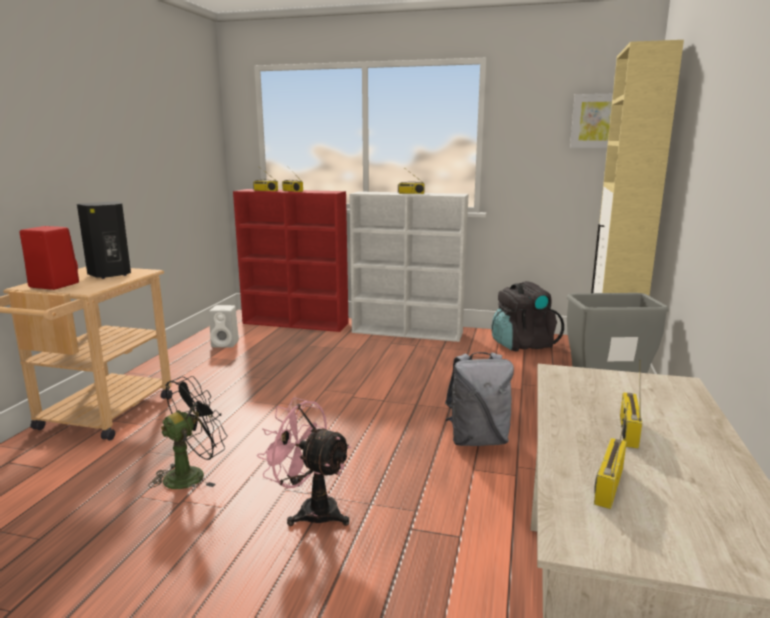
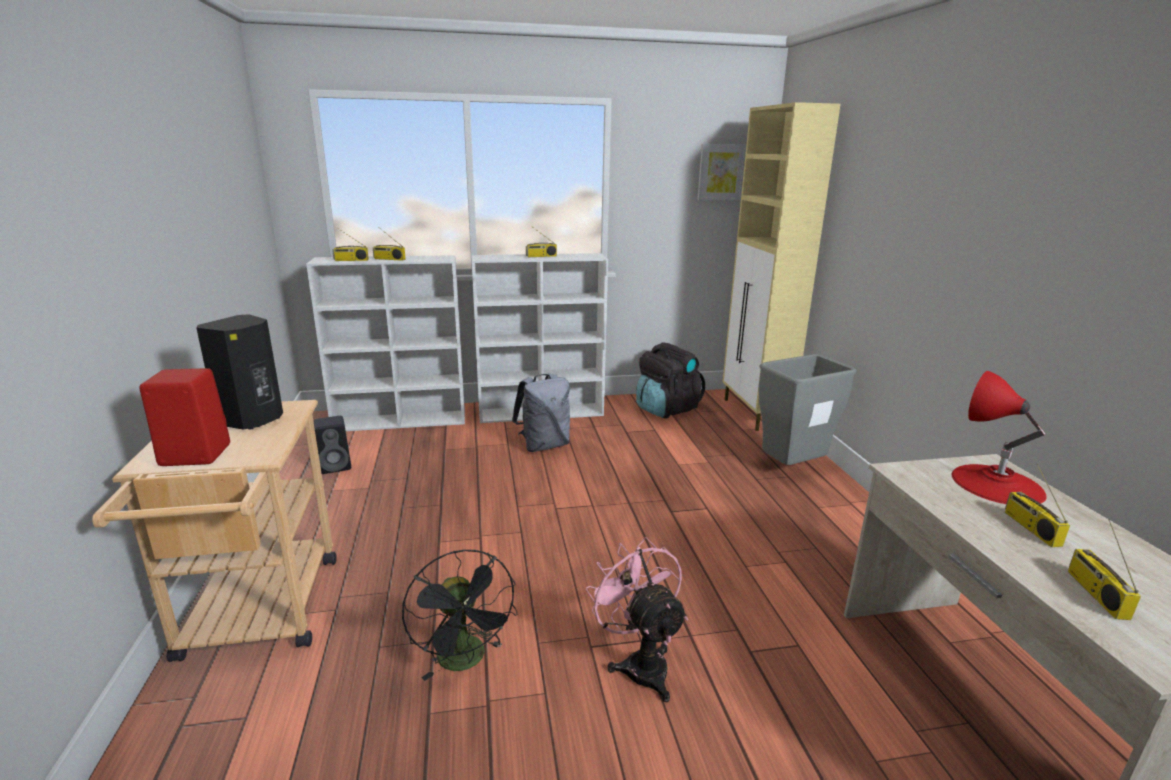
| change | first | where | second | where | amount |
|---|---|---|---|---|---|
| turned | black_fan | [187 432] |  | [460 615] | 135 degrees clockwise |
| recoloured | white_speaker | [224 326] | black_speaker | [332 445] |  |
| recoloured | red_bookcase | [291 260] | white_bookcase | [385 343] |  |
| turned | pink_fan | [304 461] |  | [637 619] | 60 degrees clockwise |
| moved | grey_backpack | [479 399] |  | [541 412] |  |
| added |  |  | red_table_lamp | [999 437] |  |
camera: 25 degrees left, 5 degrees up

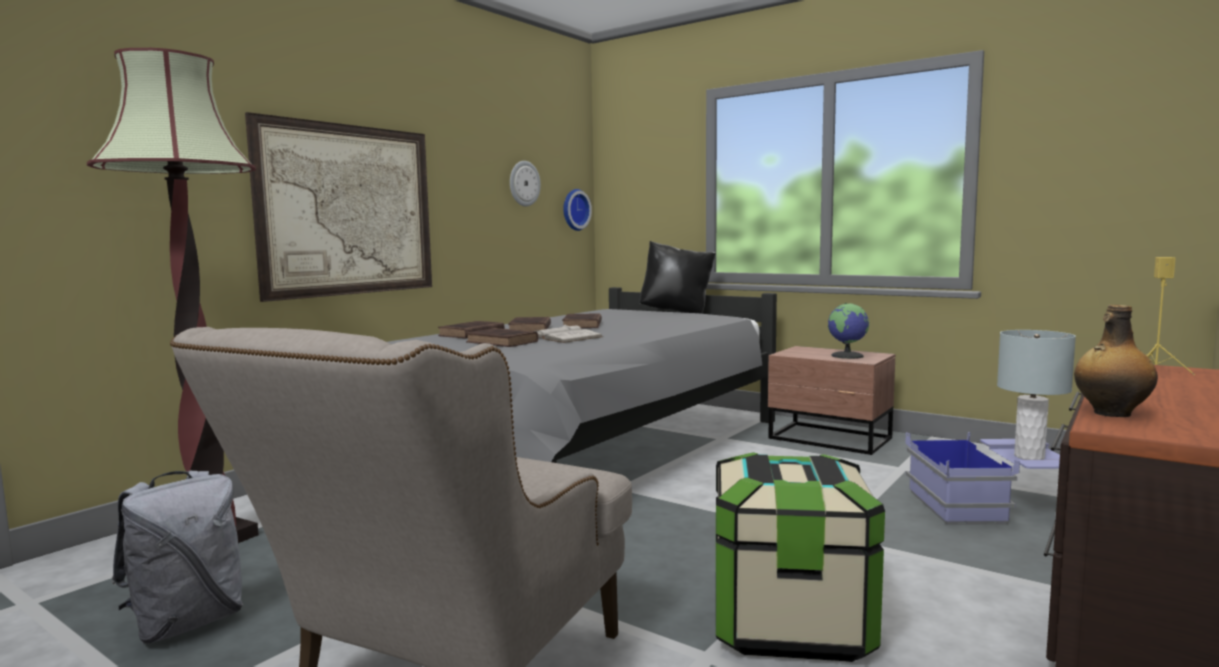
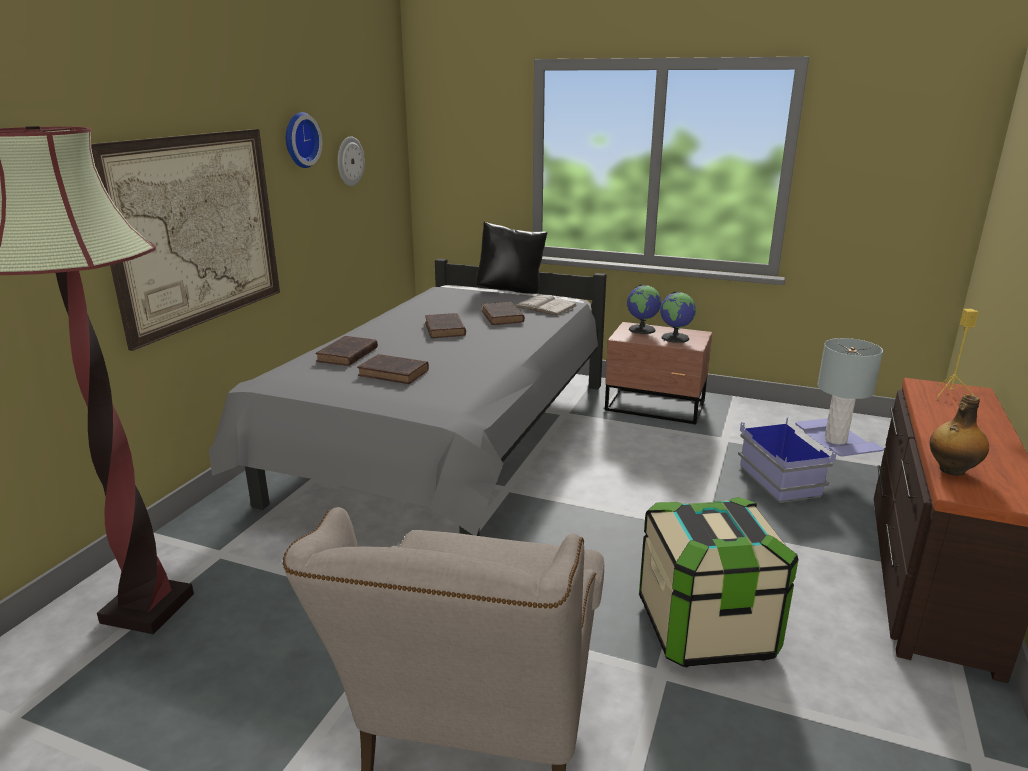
| change | first | where | second | where | amount |
|---|---|---|---|---|---|
| removed | grey_backpack | [177 557] |  |  |  |
| moved | brown_book | [529 324] |  | [503 313] |  |
| moved | white_book | [568 333] |  | [546 305] |  |
| moved | wall_clock | [577 210] |  | [304 140] |  |
| added |  |  | globe | [644 309] |  |
camera: 15 degrees left, 15 degrees up

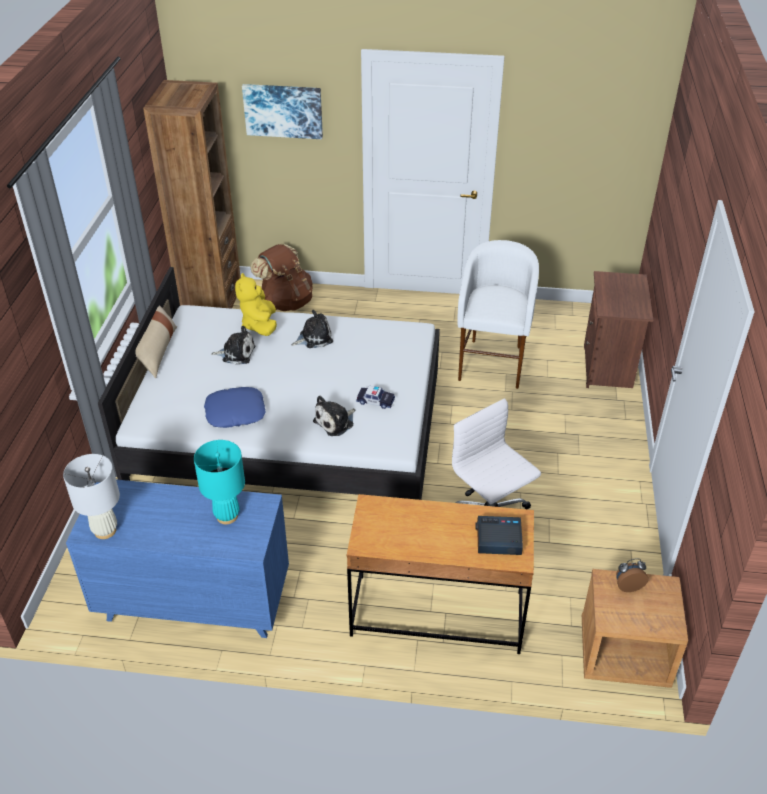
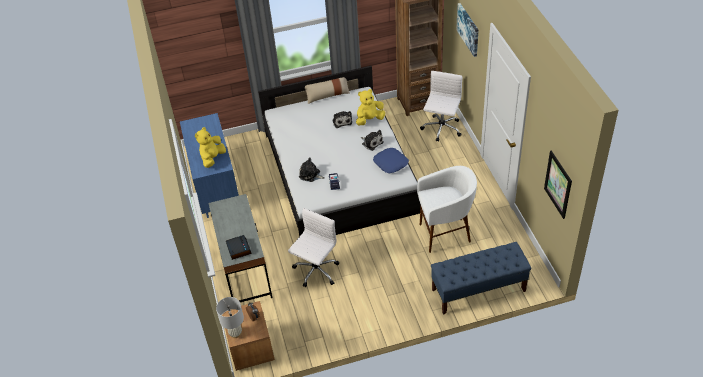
| change | first | where | second | where | amount |
|---|---|---|---|---|---|
| moved | white_table_lamp | [91 496] |  | [230 317] |  |
| replaced | turquoise_table_lamp | [219 482] | yellow_plush_toy | [210 147] |  |
| moved | blue_pillow | [234 407] |  | [391 160] |  |
| replaced | brown_backpack | [281 277] | white_office_chair | [441 106] |  |
| recoloured | brown_desk | [440 574] | grey_desk | [240 248] |  |
| replaced | brown_nightstand | [618 329] | blue_bench | [481 278] |  |
| added |  |  | picture | [558 185] |  |
camera: 70 degrees right, 5 degrees up

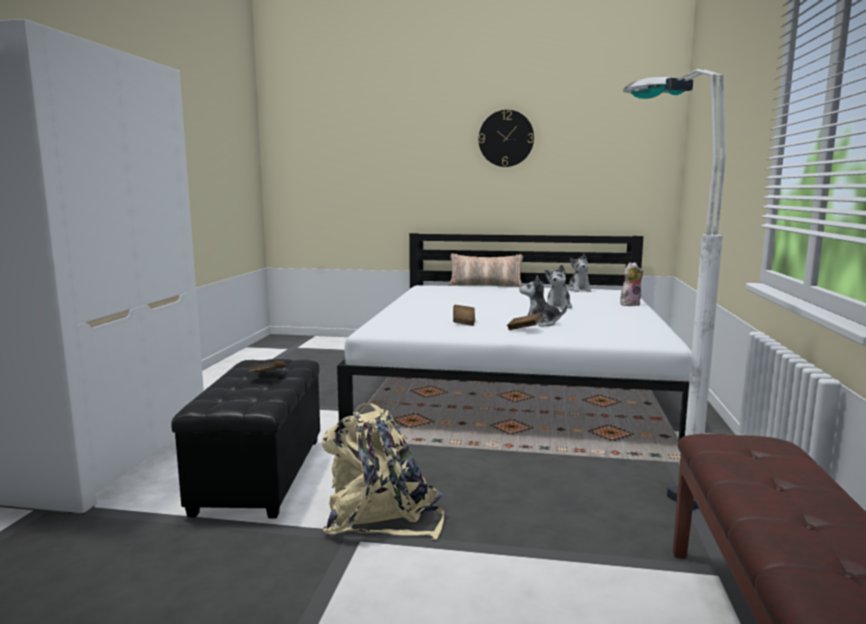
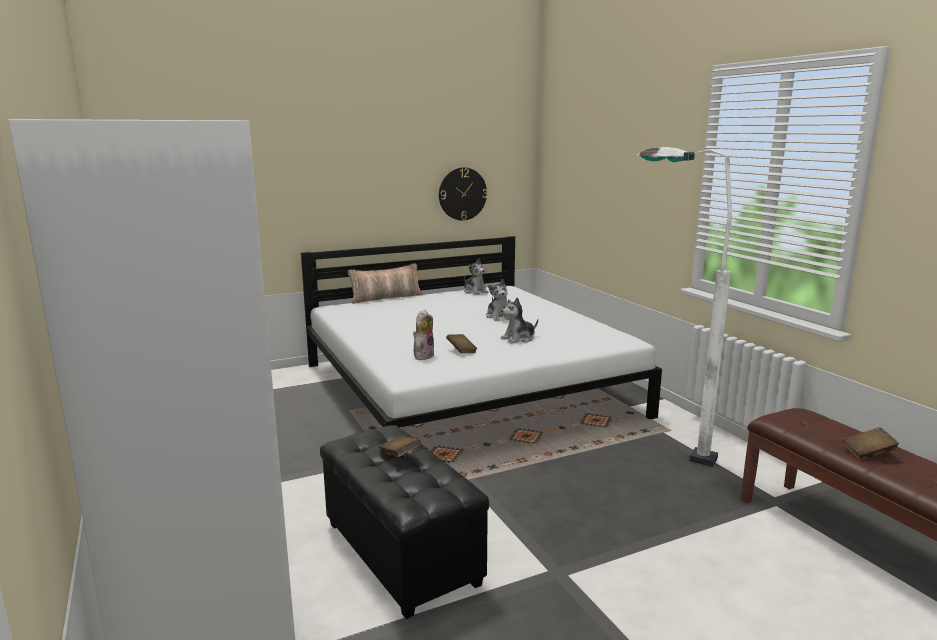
| change | first | where | second | where | amount |
|---|---|---|---|---|---|
| removed | beige_backpack | [383 471] |  |  |  |
| moved | wall_clock | [506 138] |  | [463 194] |  |
| moved | brown_book | [525 321] |  | [870 443] |  |
| moved | plush_toy | [631 284] |  | [424 334] |  |
camera: 35 degrees left, 5 degrees up

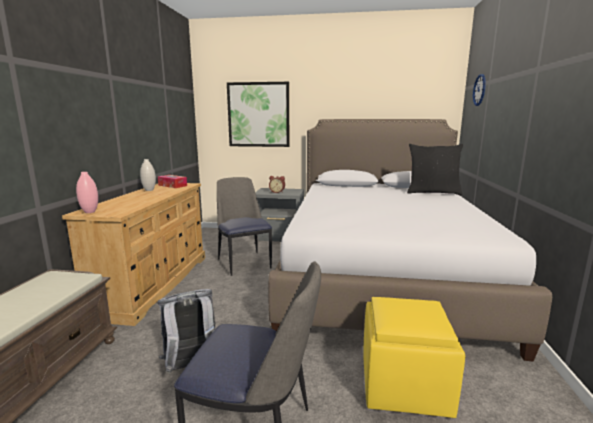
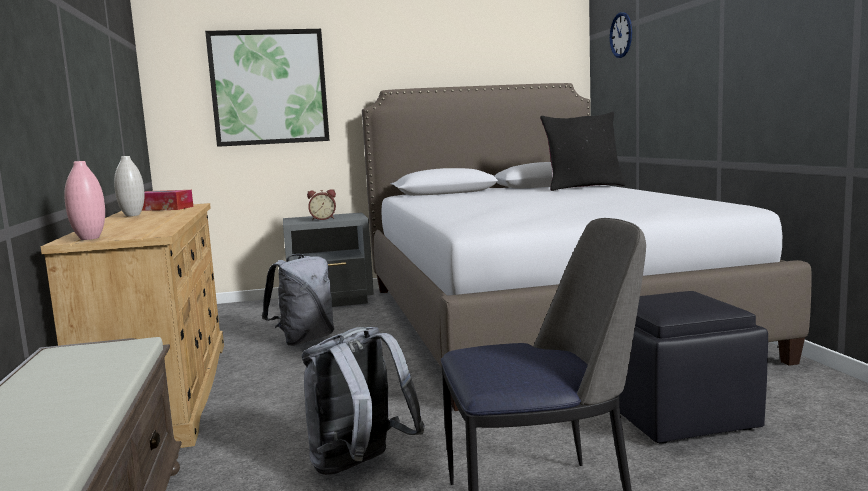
| change | first | where | second | where | amount |
|---|---|---|---|---|---|
| replaced | chair | [244 226] | grey_backpack | [298 300] |  |
| recoloured | yellow_ottoman | [414 357] | black_ottoman | [693 367] |  |
camera: 20 degrees left, 5 degrees down

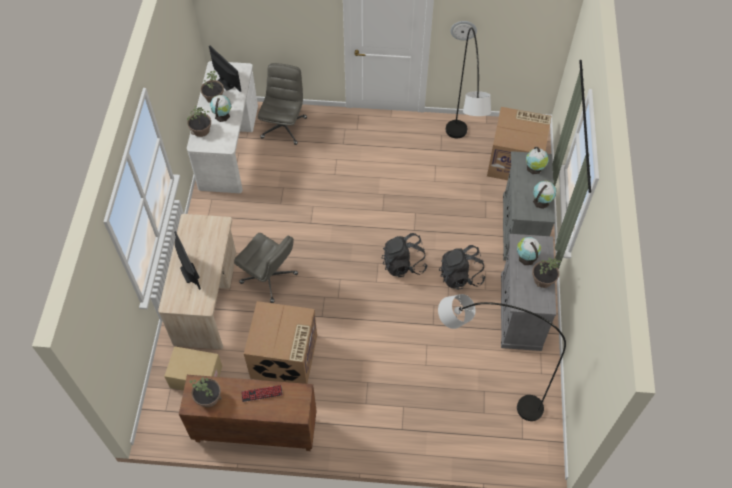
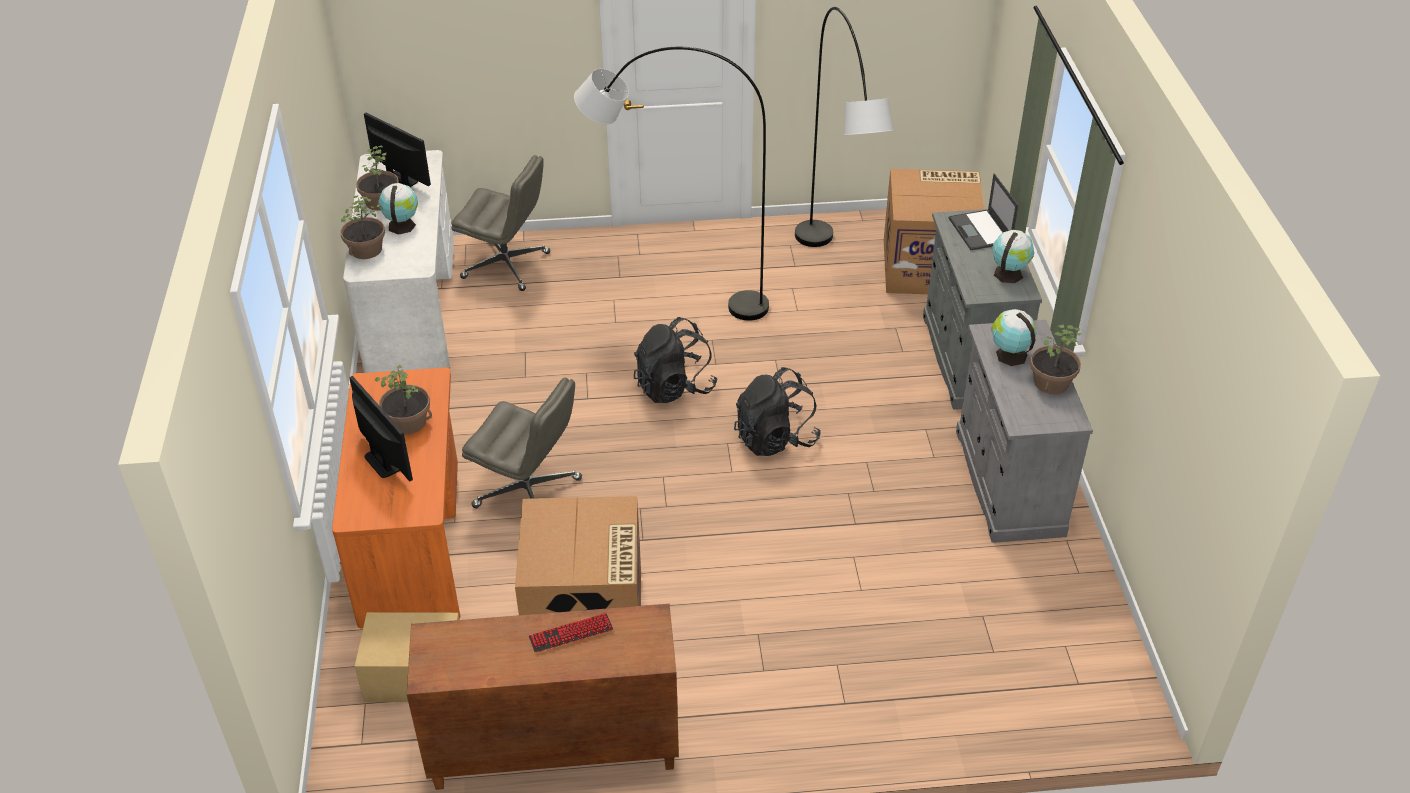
| change | first | where | second | where | amount |
|---|---|---|---|---|---|
| recoloured | beige_desk | [197 281] | orange_desk | [396 498] |  |
| moved | potted_plant | [205 392] |  | [403 399] |  |
| turned | grey_office_chair | [282 104] |  | [500 223] | 105 degrees clockwise |
| moved | grey_floor_lamp | [502 357] |  | [671 184] |  |
| moved | black_backpack | [462 267] |  | [675 360] |  |
| removed | wall_clock | [463 30] |  |  |  |
| replaced | globe | [537 160] | laptop | [983 212] |  |
camera: 10 degrees left, 15 degrees down

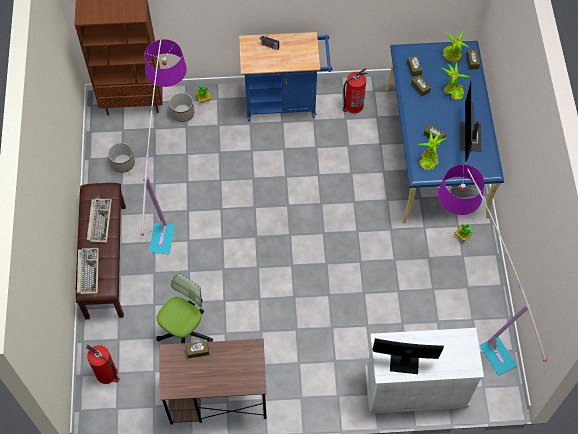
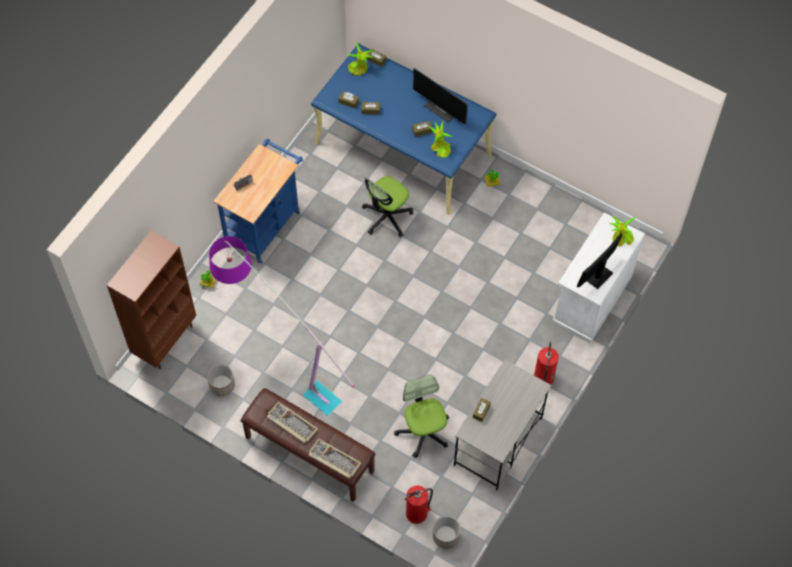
| change | first | where | second | where | amount |
|---|---|---|---|---|---|
| recoloured | brown_desk | [213 381] | grey_desk | [502 425] |  |
| moved | planter | [181 107] |  | [447 532] |  |
| moved | fire_extinguisher | [355 90] |  | [546 363] |  |
| removed | floor_lamp | [492 270] |  |  |  |
| moved | potted_plant | [456 81] |  | [622 231] |  |
| added |  |  | office_chair | [387 206] |  |
camera: 55 degrees left, 0 degrees up

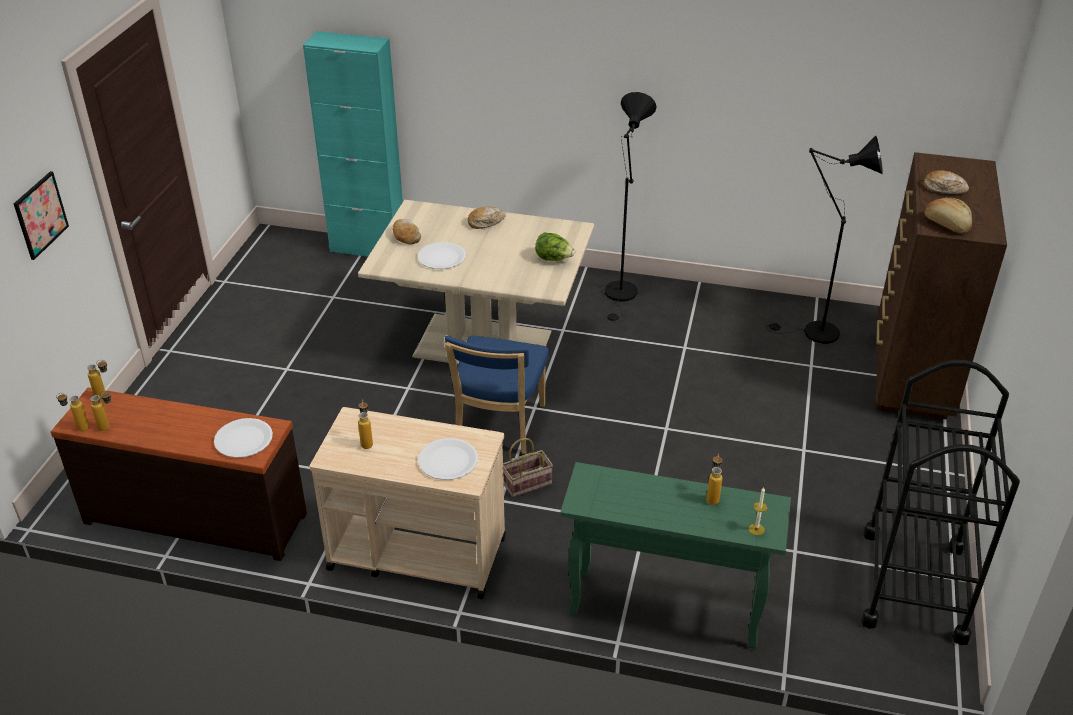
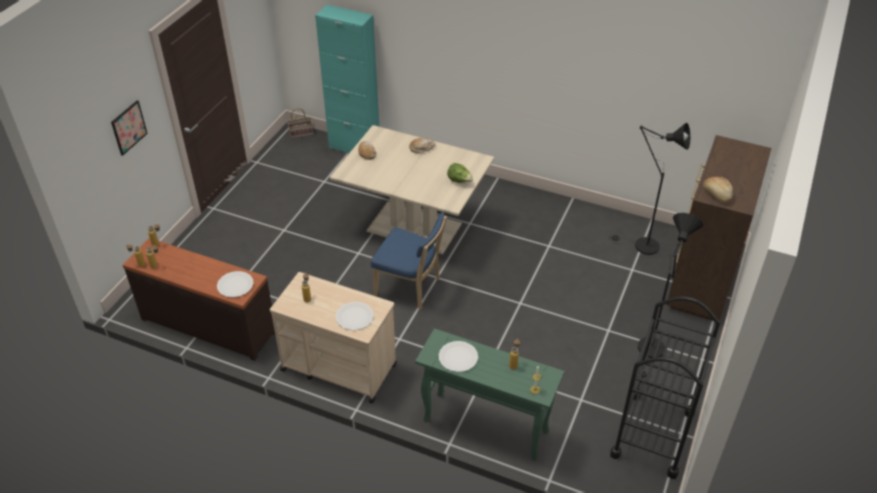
| change | first | where | second | where | amount |
|---|---|---|---|---|---|
| moved | white_plate | [442 255] |  | [458 356] |  |
| turned | blue_chair | [497 395] |  | [409 260] | 90 degrees counterclockwise |
| moved | basket | [528 468] |  | [300 123] |  |
| moved | black_floor_lamp | [631 207] |  | [670 295] |  |
| removed | bread | [946 182] |  |  |  |
camera: 10 degrees right, 5 degrees up

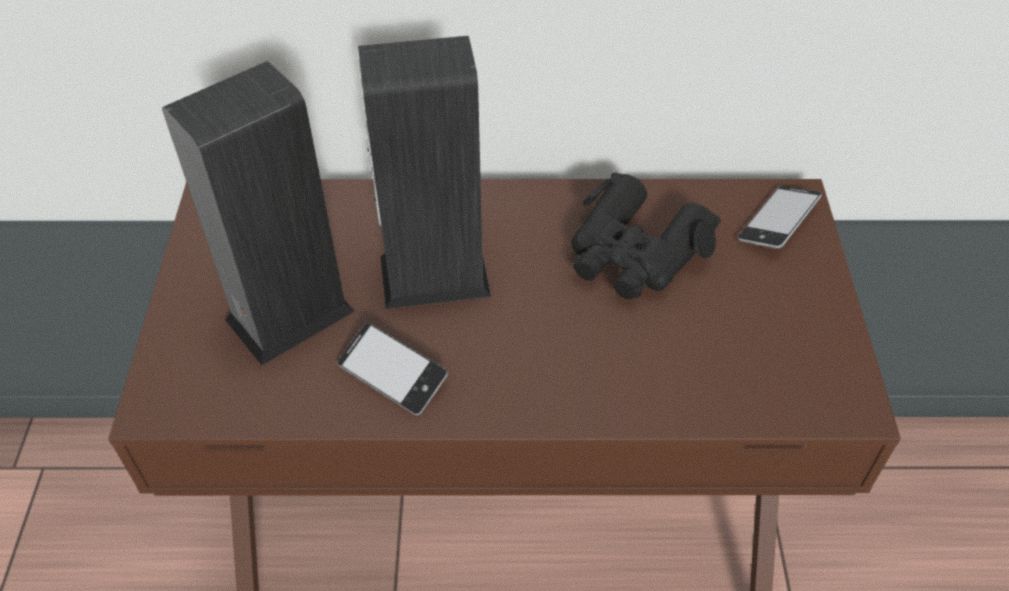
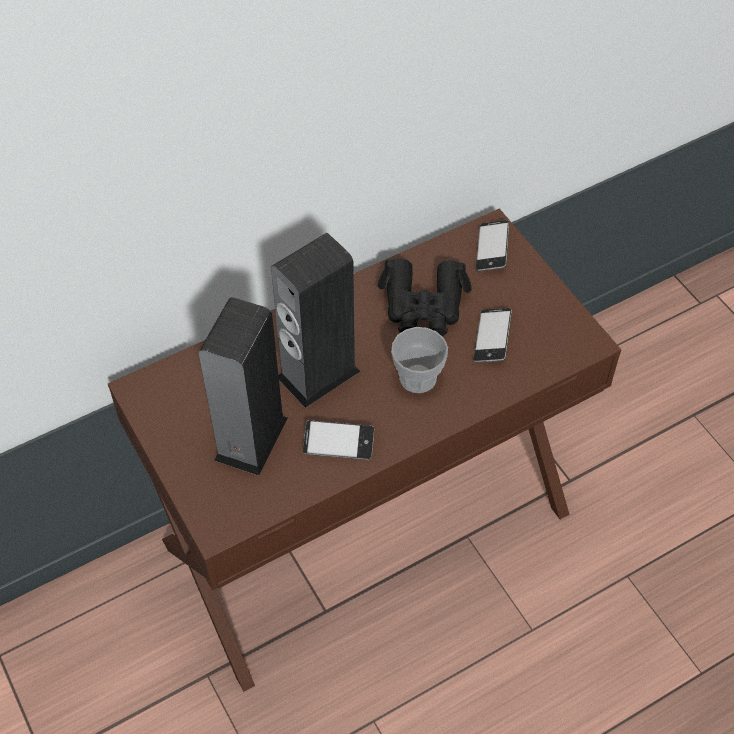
| change | first | where | second | where | amount |
|---|---|---|---|---|---|
| added |  |  | cup | [419 360] |  |
| added |  |  | phone | [492 335] |  |
camera: 30 degrees left, 5 degrees up

